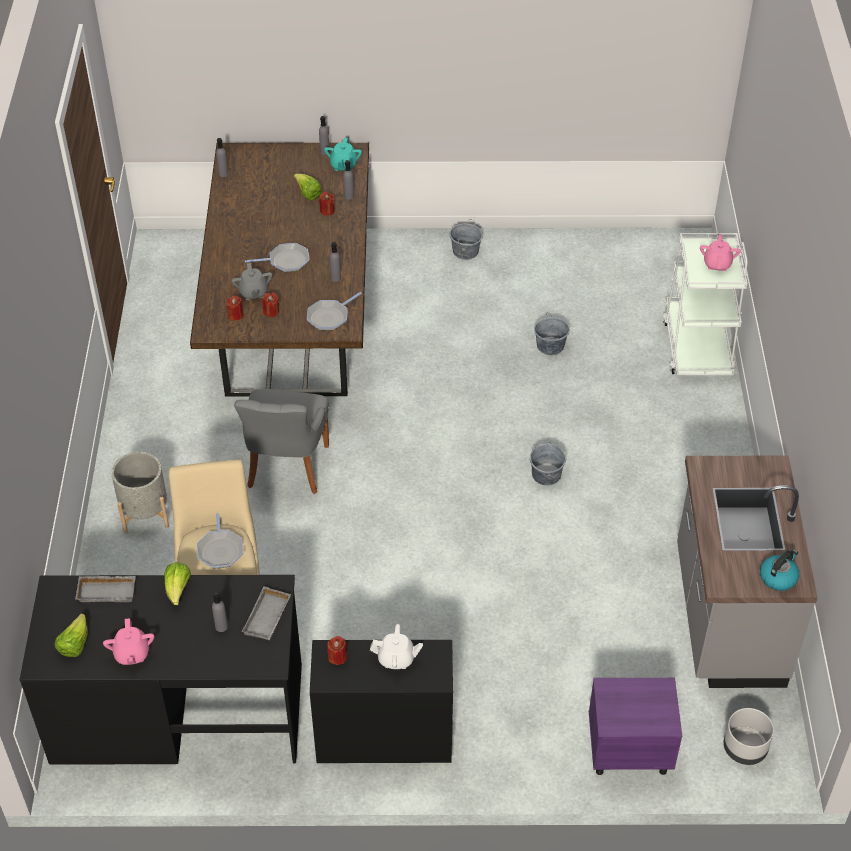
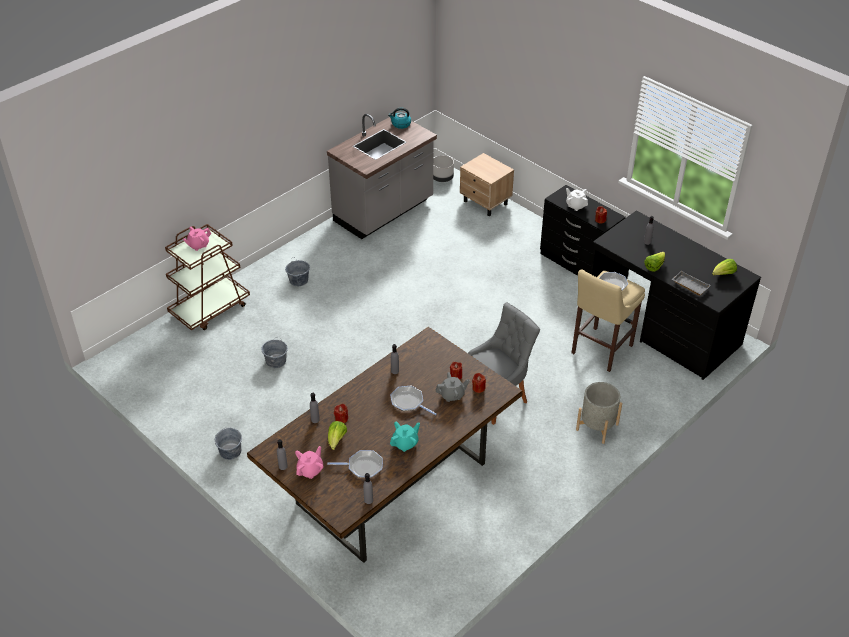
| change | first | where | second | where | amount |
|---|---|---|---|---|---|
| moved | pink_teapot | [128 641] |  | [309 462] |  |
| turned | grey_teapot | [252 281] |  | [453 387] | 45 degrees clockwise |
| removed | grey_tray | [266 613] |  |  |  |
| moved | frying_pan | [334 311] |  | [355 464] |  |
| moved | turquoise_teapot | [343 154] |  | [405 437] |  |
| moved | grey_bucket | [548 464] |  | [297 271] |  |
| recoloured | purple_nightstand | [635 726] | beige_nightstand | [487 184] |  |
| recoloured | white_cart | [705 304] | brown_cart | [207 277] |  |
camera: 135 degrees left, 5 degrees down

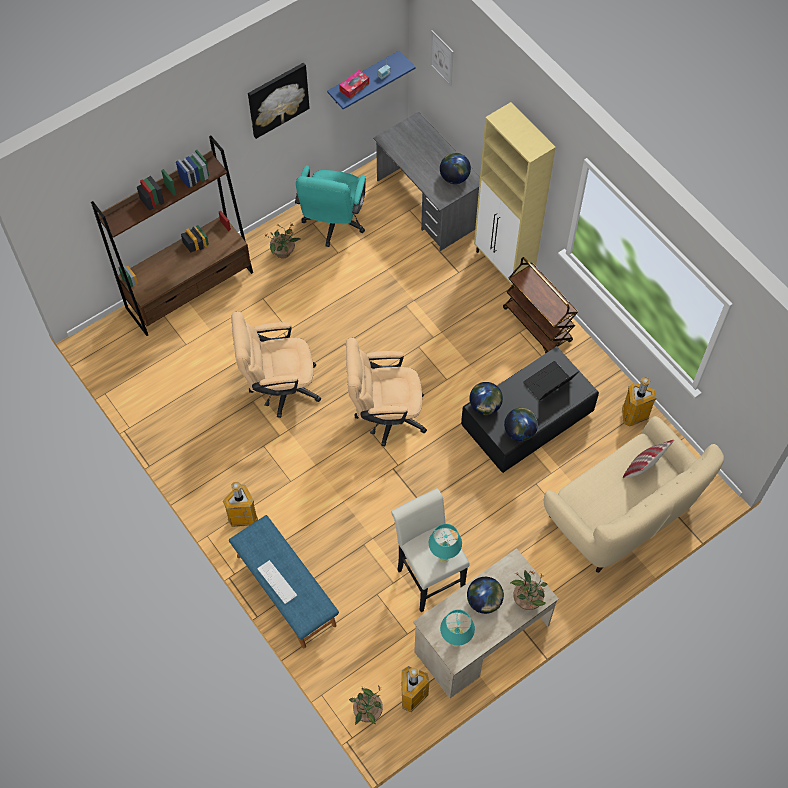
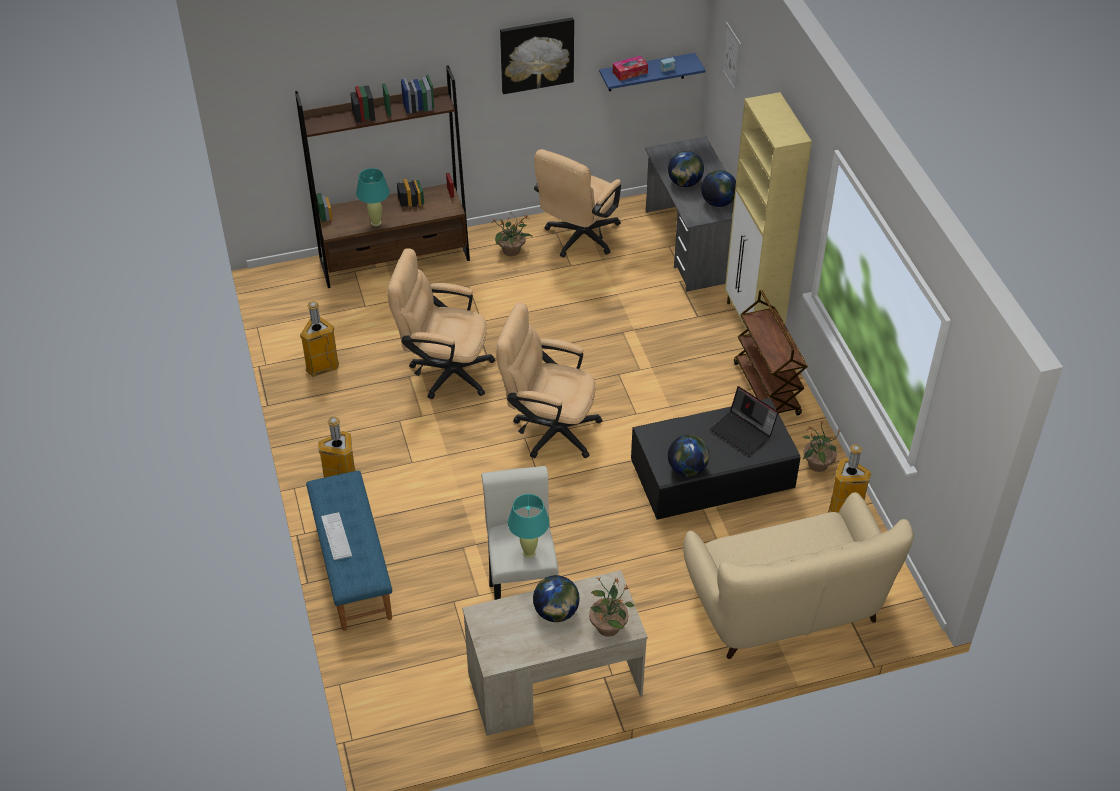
| change | first | where | second | where | amount |
|---|---|---|---|---|---|
| recoloured | turquoise_office_chair | [330 206] | beige_office_chair | [577 203] |  |
| moved | potted_plant | [366 705] |  | [822 446] |  |
| moved | trash_can | [415 689] |  | [319 339] |  |
| moved | turquoise_table_lamp | [457 628] |  | [373 197] |  |
| moved | globe | [486 398] |  | [686 169] |  |
| turned | laptop | [551 380] |  | [744 420] | 120 degrees counterclockwise |
| removed | pillow | [648 459] |  |  |  |
camera: 20 degrees right, 15 degrees down

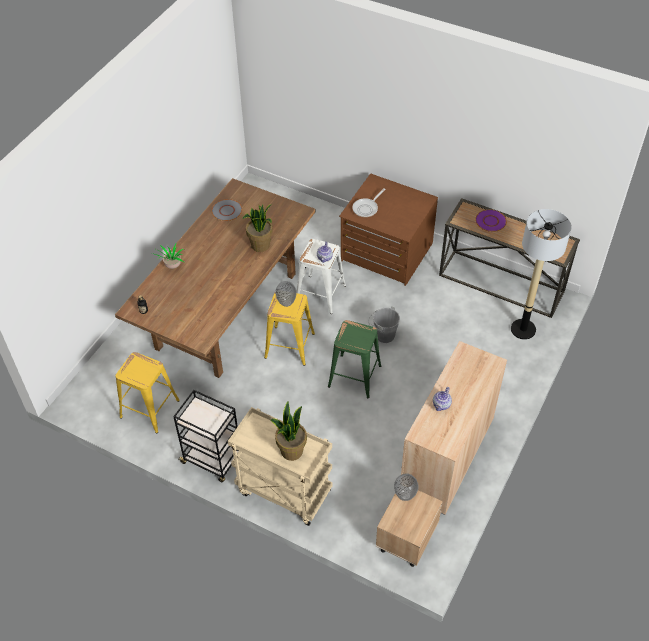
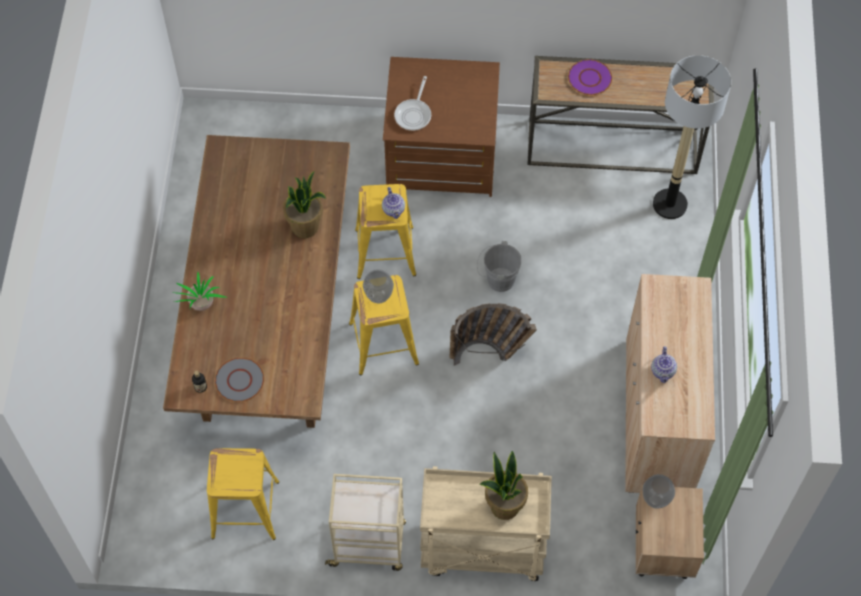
| change | first | where | second | where | amount |
|---|---|---|---|---|---|
| recoloured | black_cart | [206 436] | beige_cart | [365 522] |  |
| moved | grey_plate | [227 210] |  | [239 380] |  |
| recoloured | white_stool | [321 276] | yellow_stool | [385 231] |  |
| replaced | green_stool | [354 359] | basket | [493 334] |  |
camera: 25 degrees left, 10 degrees up

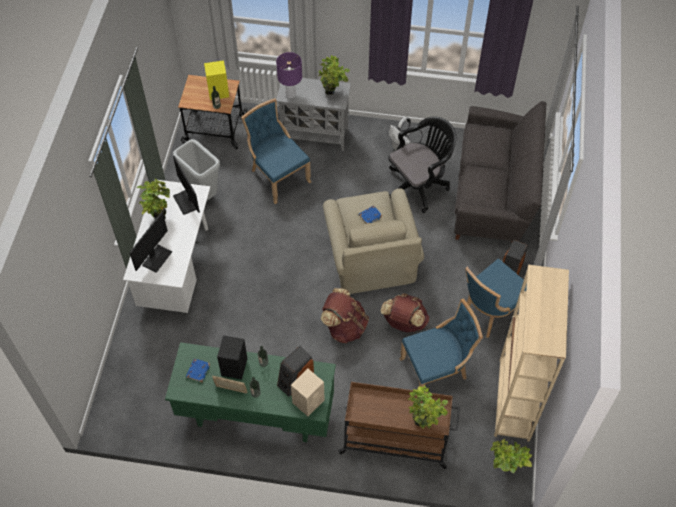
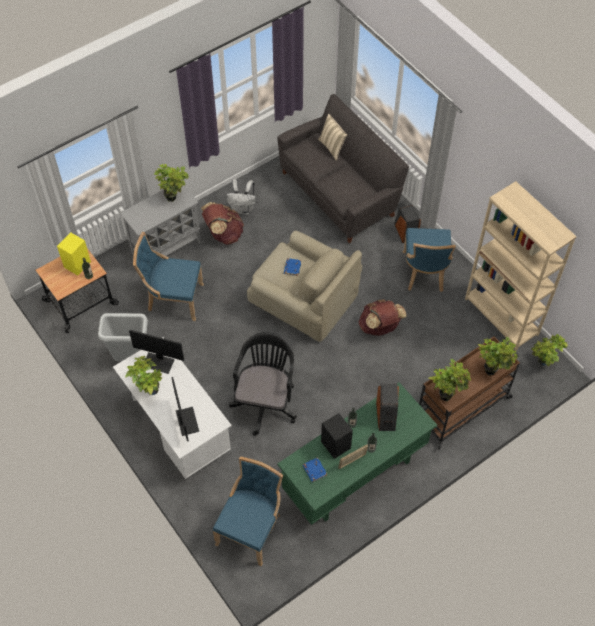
| change | first | where | second | where | amount |
|---|---|---|---|---|---|
| removed | purple_table_lamp | [289 75] |  |  |  |
| removed | beige_speaker | [308 392] |  |  |  |
| moved | brown_backpack | [345 315] |  | [222 223] |  |
| moved | black_office_chair | [422 165] |  | [262 384] |  |
| moved | blue_chair | [441 342] |  | [248 511] |  |
| added |  |  | beige_pillow | [333 137] |  |
| added |  |  | potted_plant | [449 380] |  |
camera: 45 degrees left, 0 degrees up

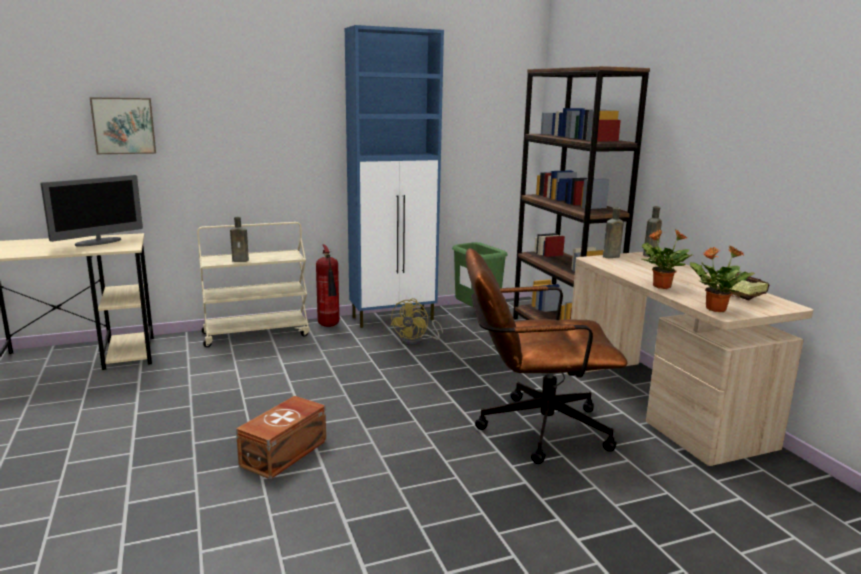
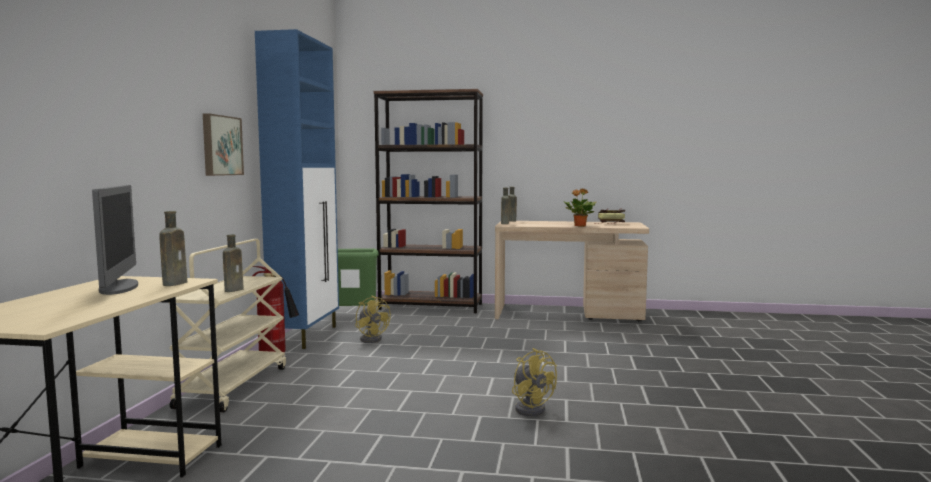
| change | first | where | second | where | amount |
|---|---|---|---|---|---|
| moved | picture | [123 125] |  | [223 145] |  |
| replaced | brown_storage_box | [281 437] | yellow_fan | [534 382] |  |
| removed | brown_office_chair | [546 356] |  |  |  |
| removed | potted_plant | [722 279] |  |  |  |
| added |  |  | brown_bottle | [173 248] |  |
camera: 60 degrees left, 10 degrees down

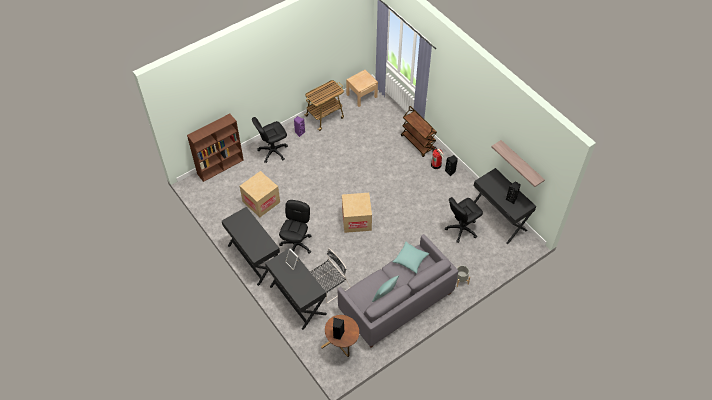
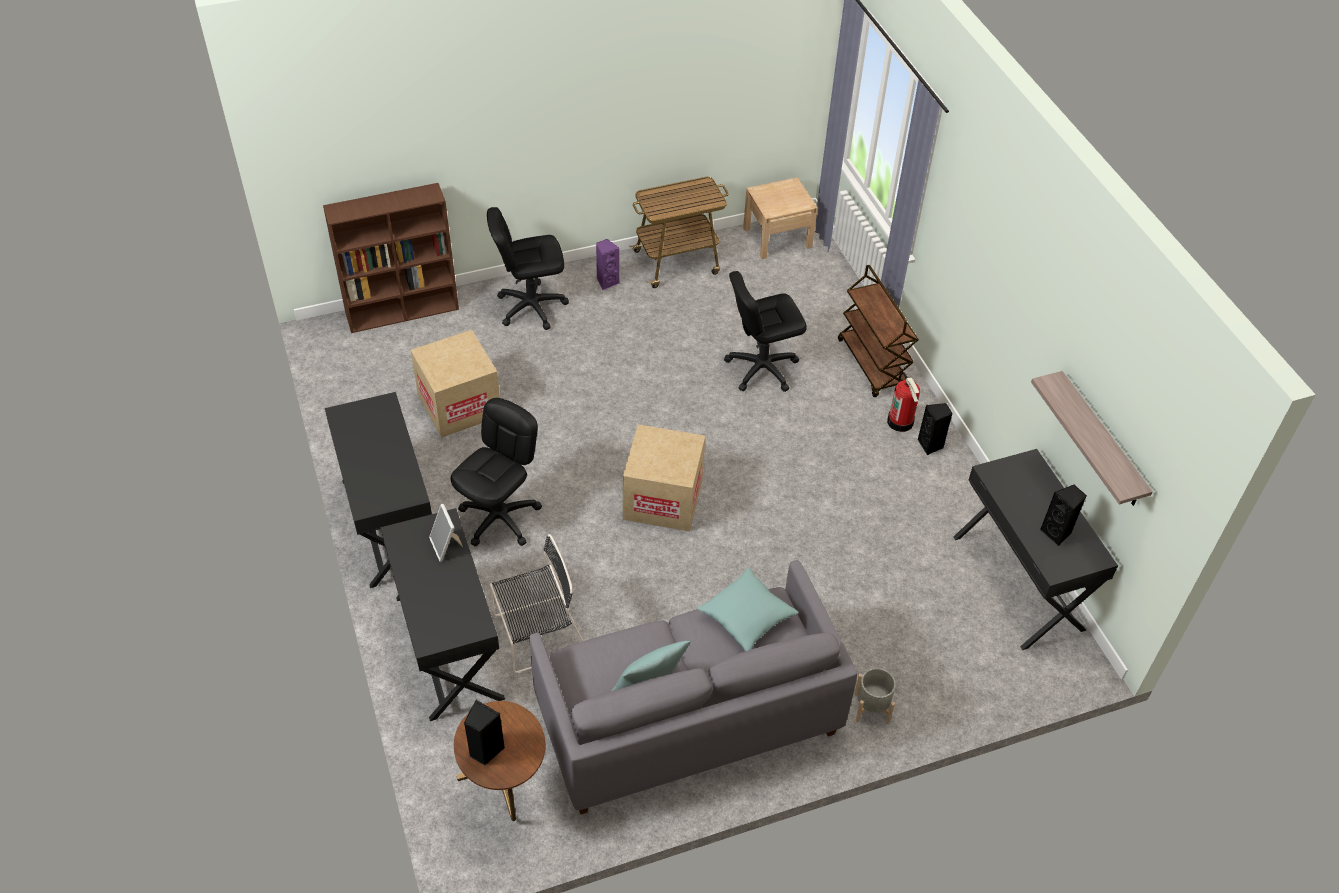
| change | first | where | second | where | amount |
|---|---|---|---|---|---|
| moved | black_office_chair | [464 220] |  | [765 331] |  |
camera: 15 degrees right, 5 degrees down

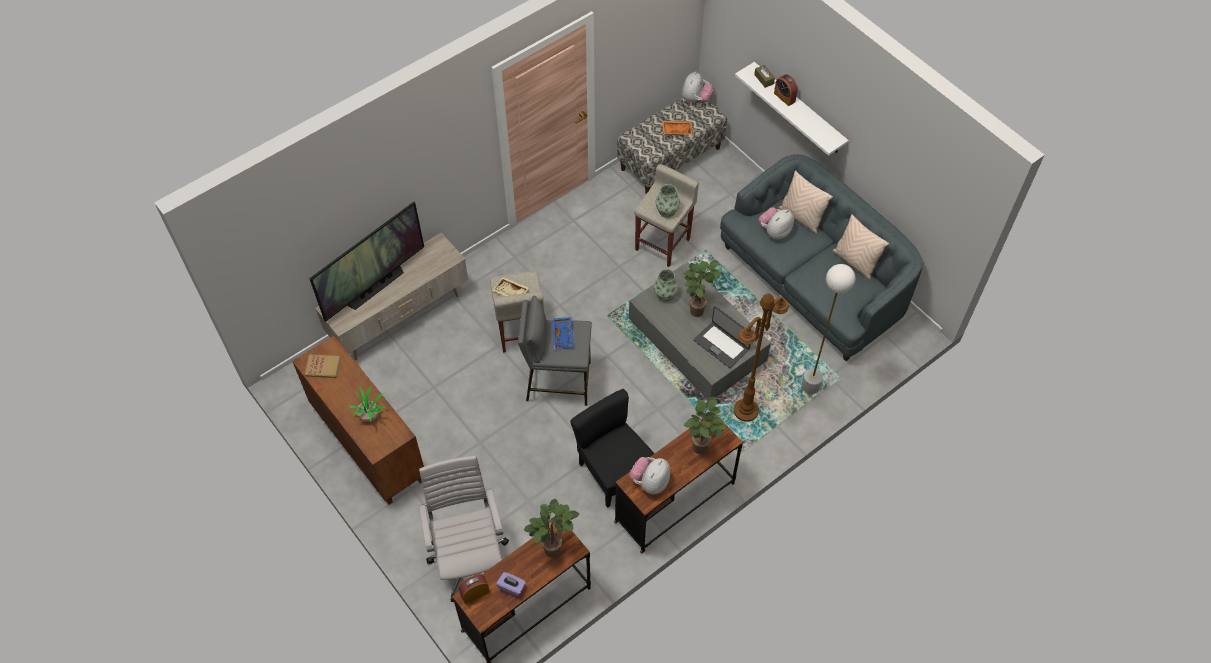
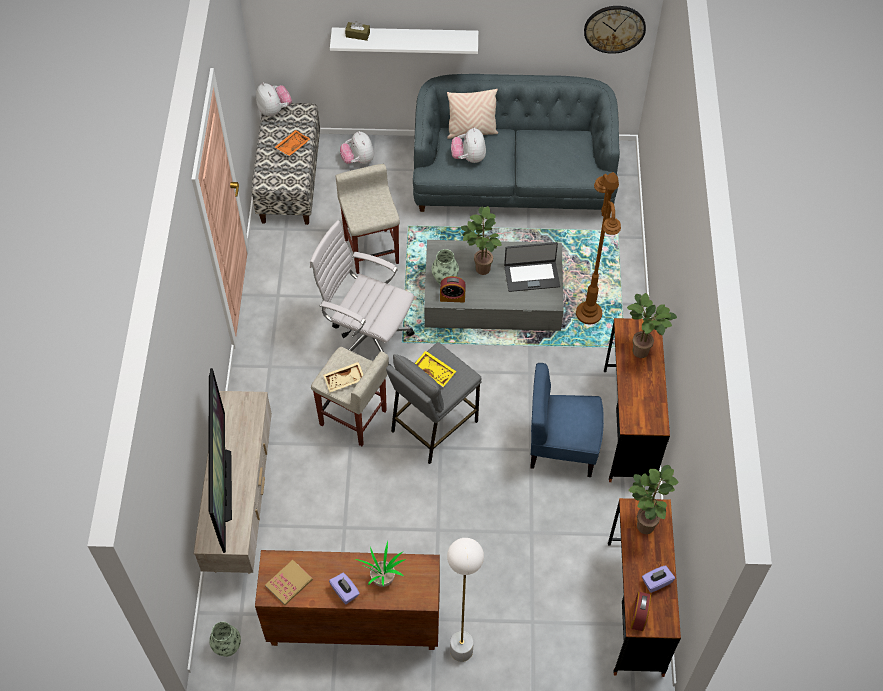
| change | first | where | second | where | amount |
|---|---|---|---|---|---|
| moved | white_office_chair | [464 529] |  | [362 293] |  |
| recoloured | blue_tray | [563 333] | yellow_tray | [435 368] |  |
| recoloured | black_chair | [612 448] | blue_chair | [567 420] |  |
| moved | plush_toy | [649 475] |  | [357 147] |  |
| moved | vase | [668 201] |  | [225 639] |  |
| moved | alarm_clock | [786 90] |  | [453 289] |  |
| moved | white_floor_lamp | [828 329] |  | [465 600] |  |
| removed | beige_pillow | [860 246] |  |  |  |
| added |  |  | purple_tissue_box | [344 589] |  |
| added |  |  | wall_clock | [615 30] |  |
camera: 50 degrees left, 0 degrees up

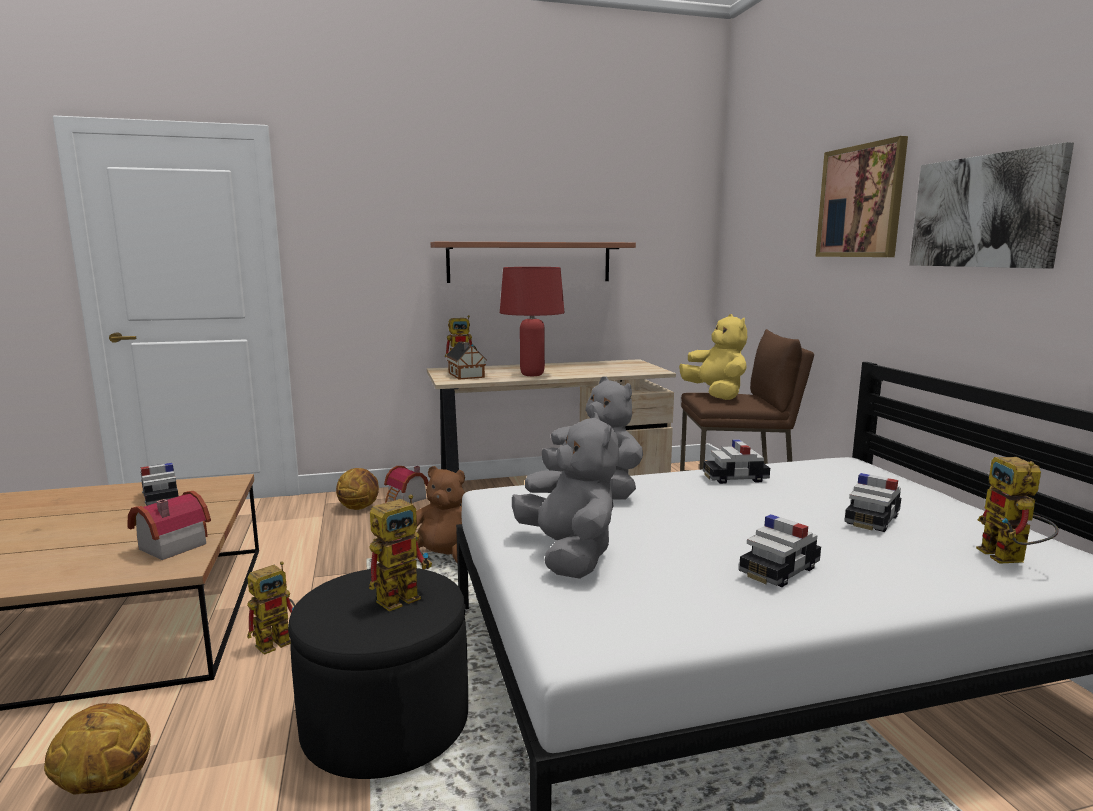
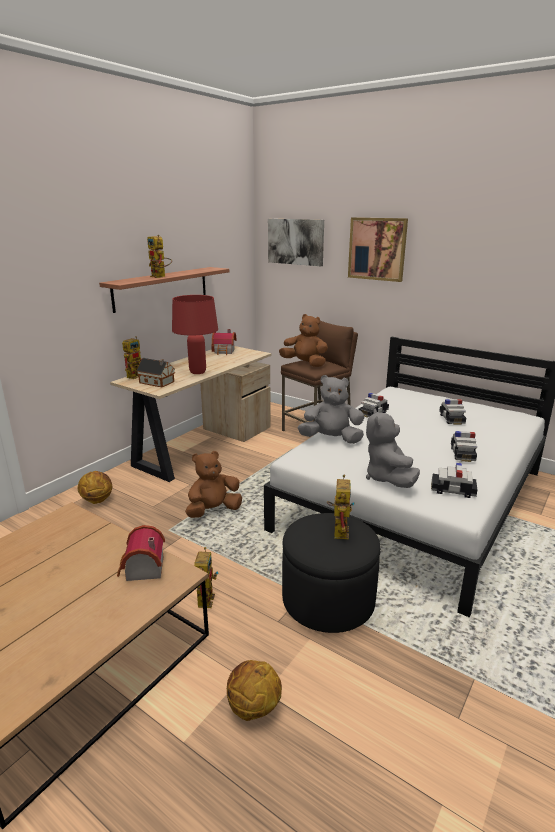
| change | first | where | second | where | amount |
|---|---|---|---|---|---|
| moved | toy_car | [159 484] |  | [454 480] |  |
| moved | toy_house | [406 484] |  | [224 342] |  |
| turned | grey_plush_toy | [565 496] |  | [393 448] | 120 degrees counterclockwise |
| recoloured | yellow_plush_toy | [713 357] | brown_plush_toy | [303 340] |  |
| moved | picture | [991 205] |  | [296 242] |  |
| moved | toy_robot | [1017 510] |  | [159 256] |  |
camera: 40 degrees left, 10 degrees up

